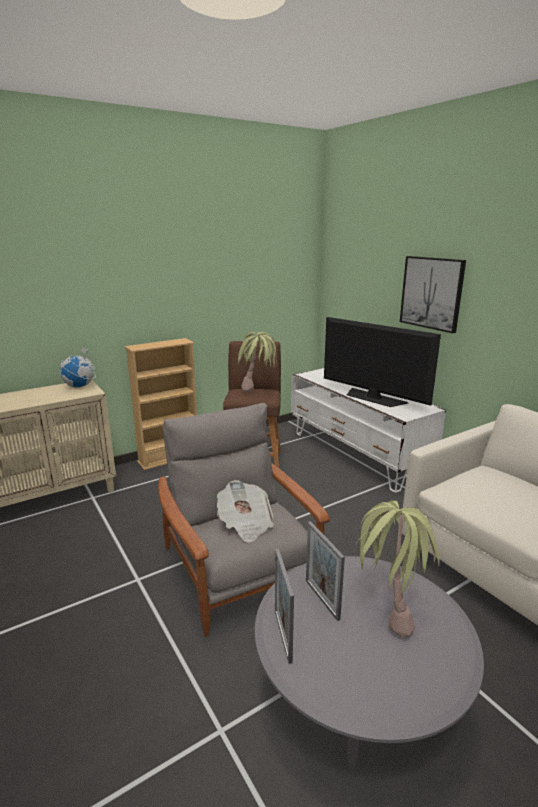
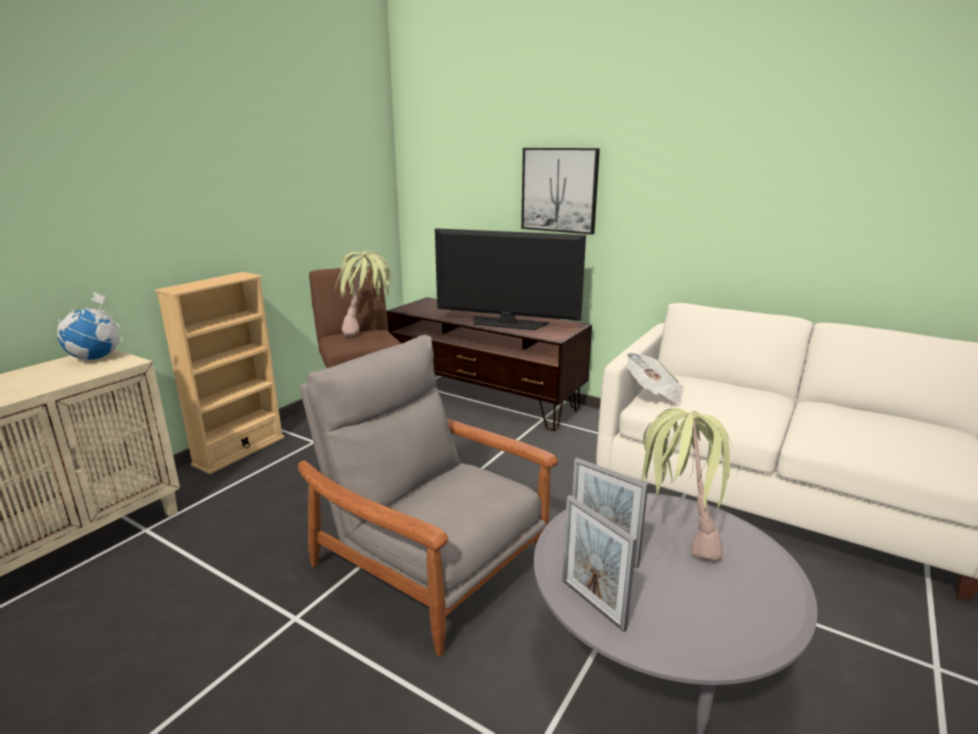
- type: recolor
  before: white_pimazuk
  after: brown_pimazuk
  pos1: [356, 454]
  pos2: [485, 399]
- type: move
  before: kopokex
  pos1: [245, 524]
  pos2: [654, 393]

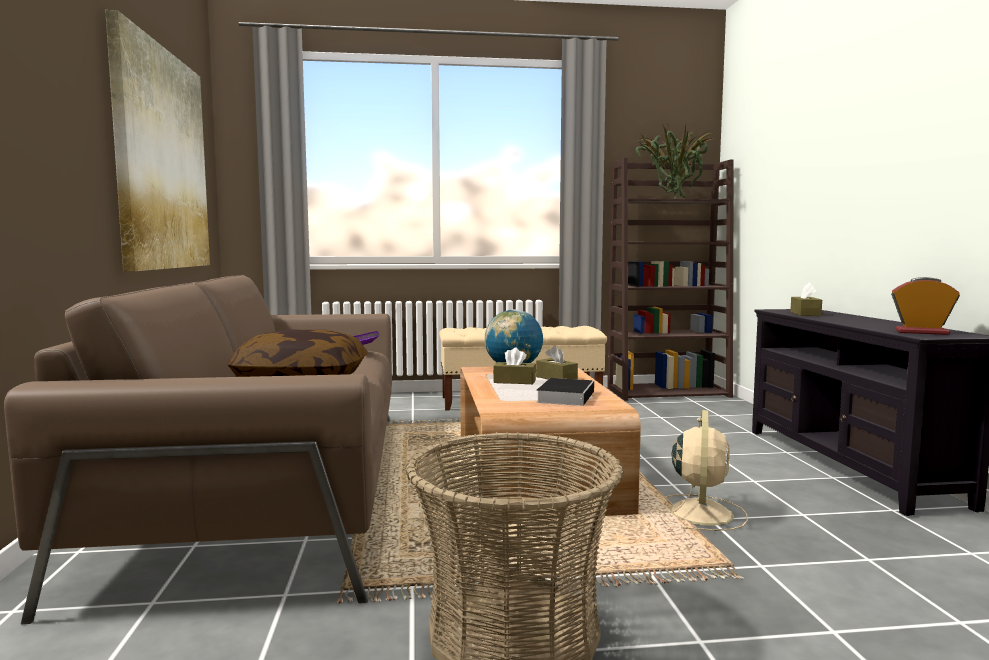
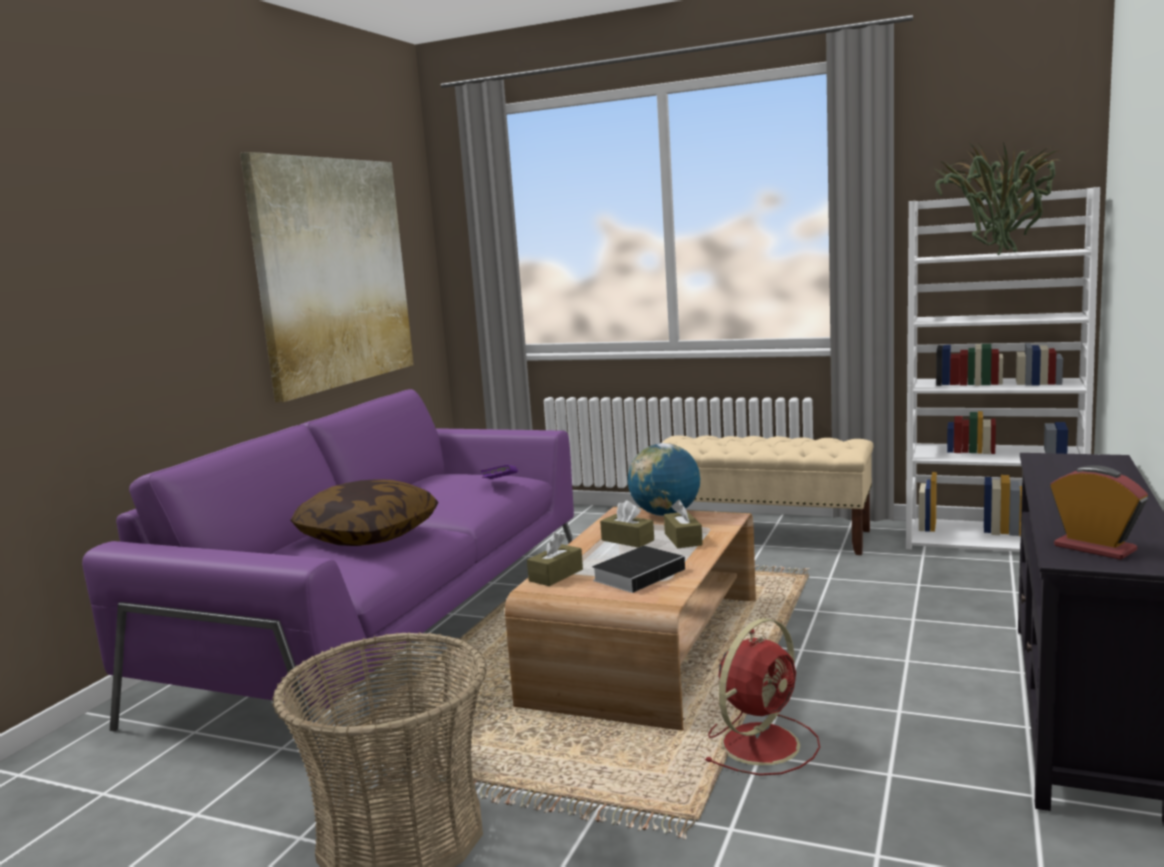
- type: recolor
  before: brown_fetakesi
  after: white_fetakesi
  pos1: [668, 392]
  pos2: [994, 539]
- type: recolor
  before: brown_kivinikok
  after: purple_kivinikok
  pos1: [274, 485]
  pos2: [387, 625]
- type: move
  before: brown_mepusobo
  pos1: [805, 314]
  pos2: [556, 575]
- type: recolor
  before: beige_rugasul
  after: red_rugasul
  pos1: [701, 512]
  pos2: [762, 742]

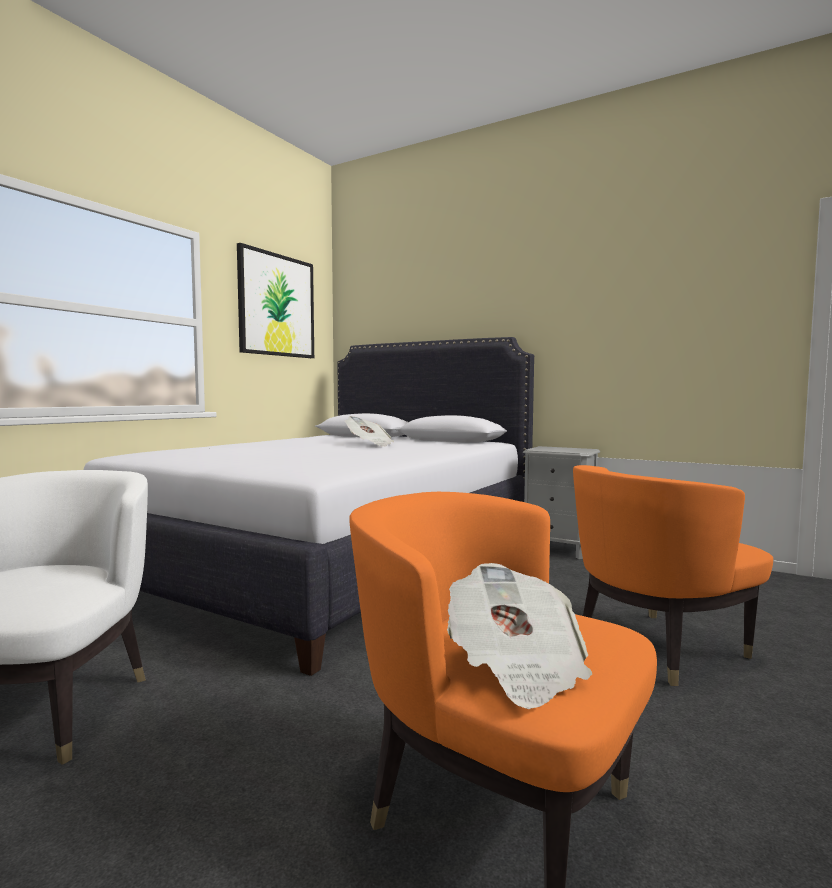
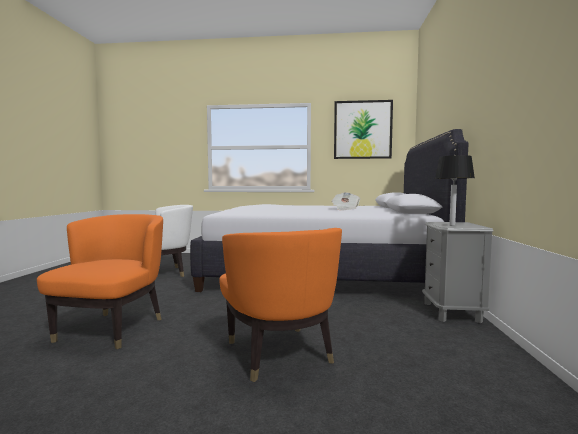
- type: rotate
  before: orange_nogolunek
  pos1: [658, 647]
  pos2: [280, 353]
  turn: -150
- type: delete
  before: kopokex
  pos1: [516, 667]
- type: insert
  after: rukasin
  pos2: [452, 225]

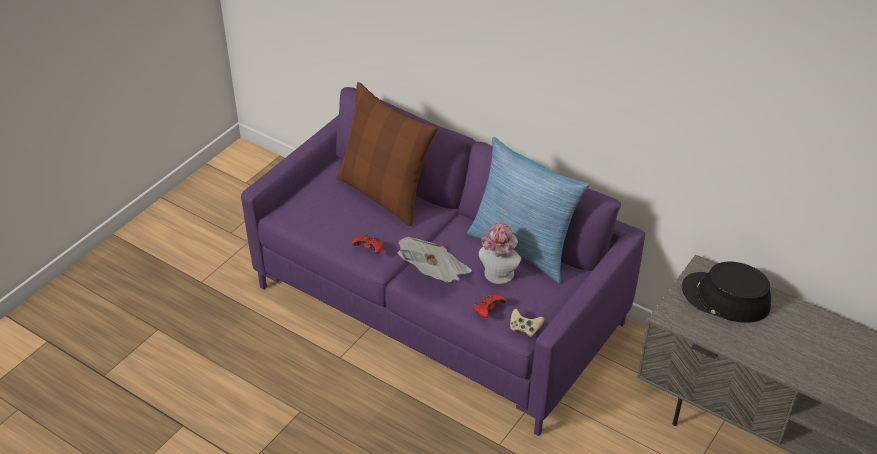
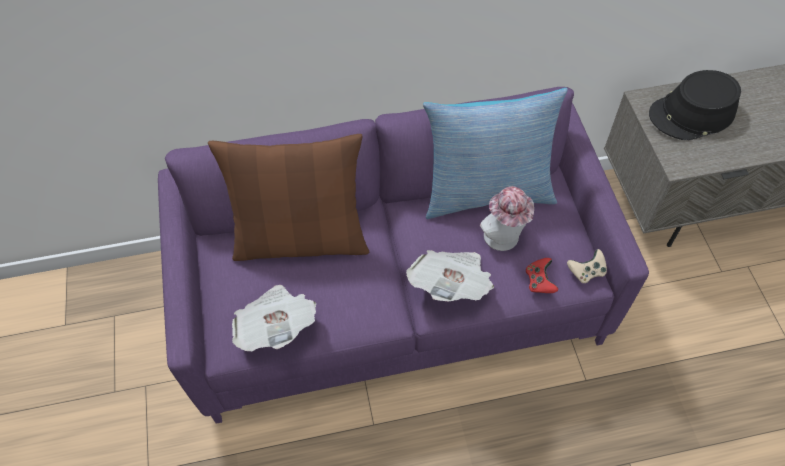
- type: delete
  before: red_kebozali
  pos1: [369, 249]
- type: insert
  after: kopokex
  pos2: [276, 326]

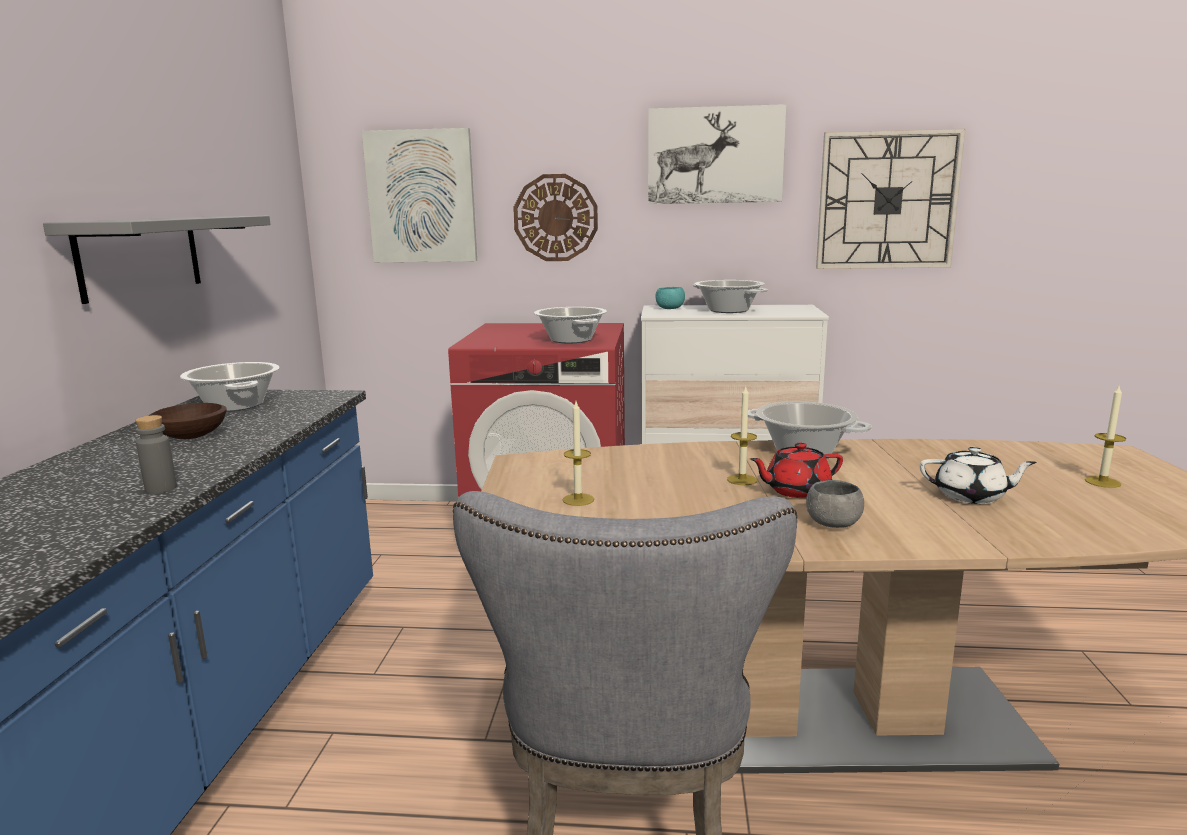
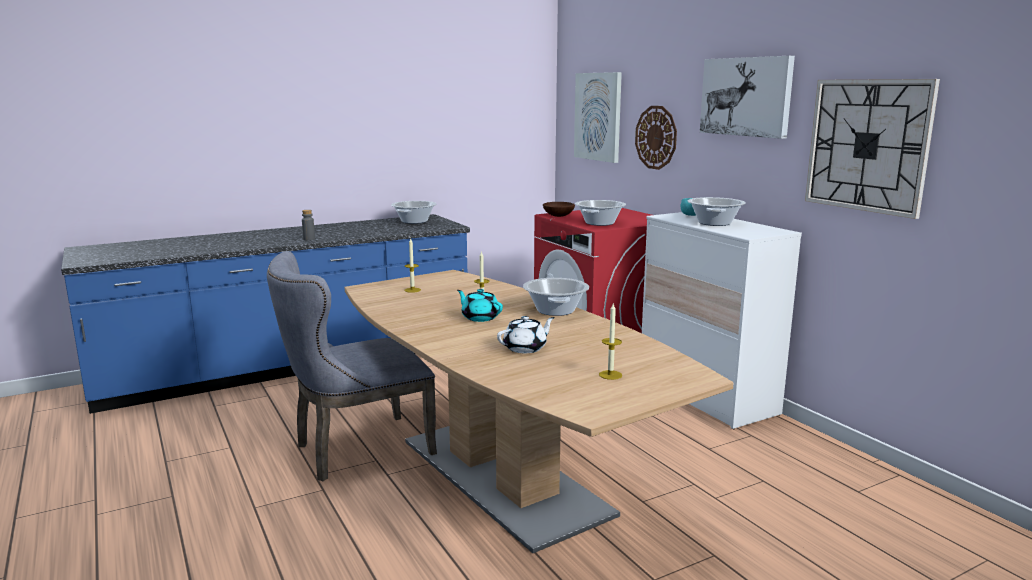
- type: delete
  before: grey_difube
  pos1: [140, 256]
- type: move
  before: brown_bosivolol
  pos1: [190, 436]
  pos2: [558, 215]
- type: recolor
  before: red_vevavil
  after: turquoise_vevavil
  pos1: [796, 491]
  pos2: [480, 317]
- type: rotate
  before: white_vevavil
  pos1: [971, 496]
  pos2: [526, 348]
  turn: -105
- type: delete
  before: grey_bosivolol
  pos1: [833, 524]

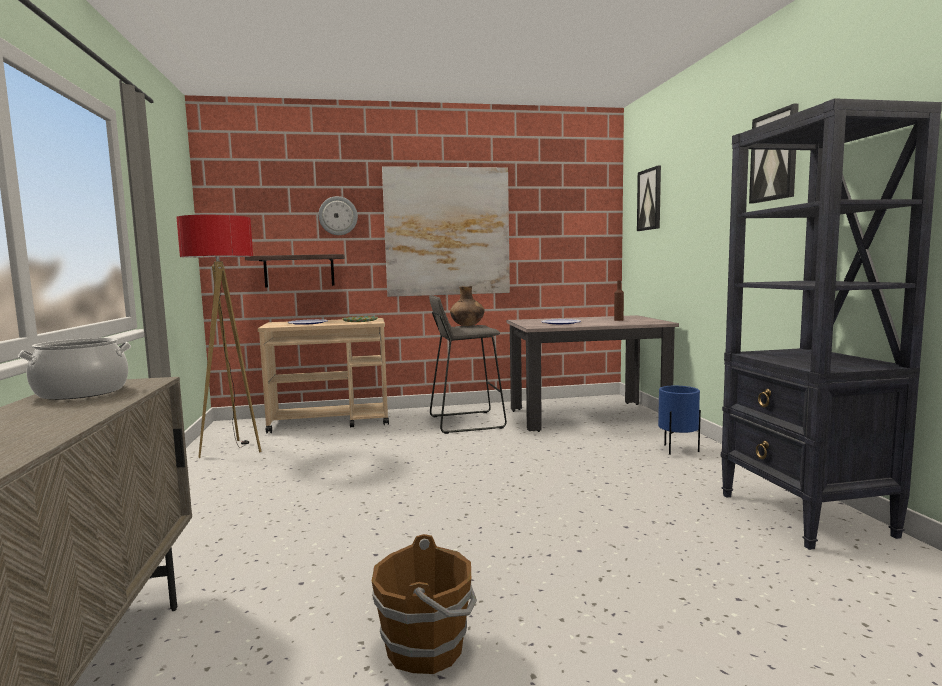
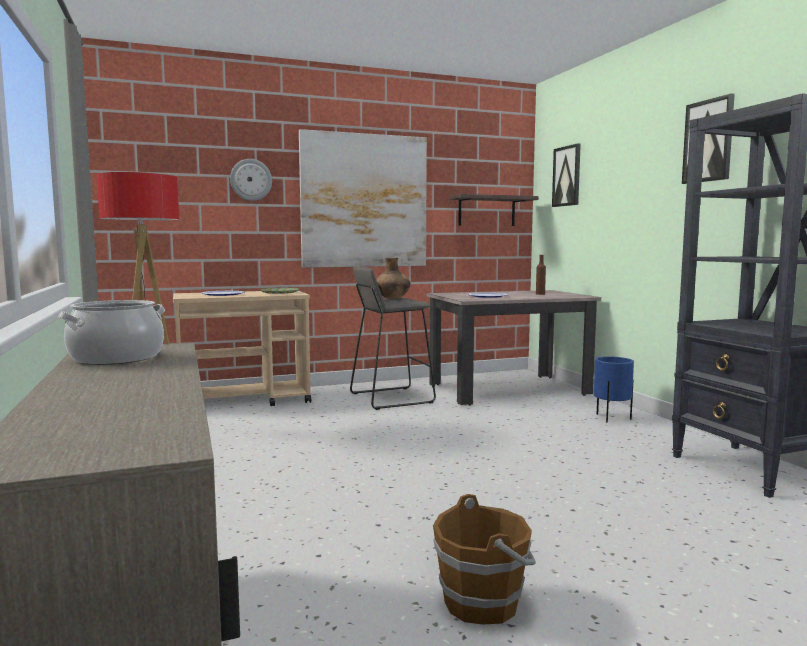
- type: move
  before: difube
  pos1: [299, 271]
  pos2: [486, 211]

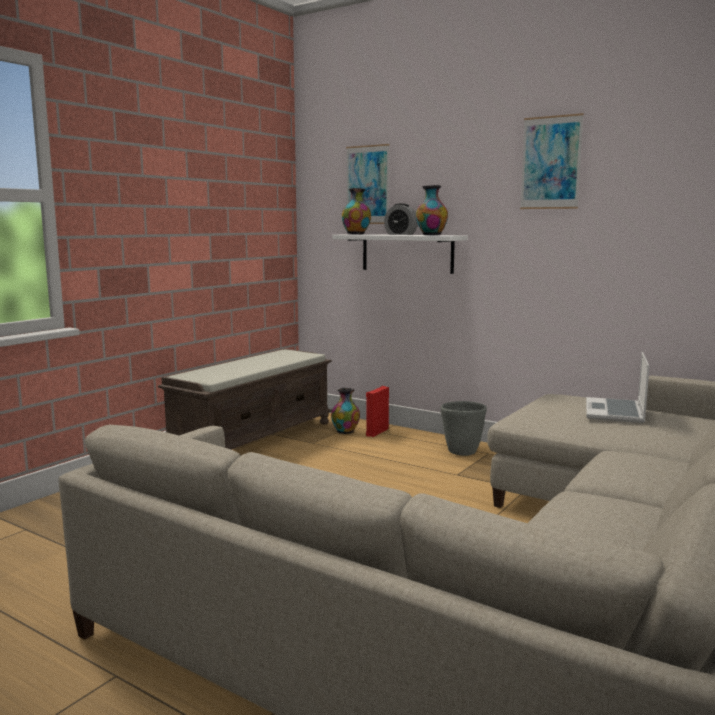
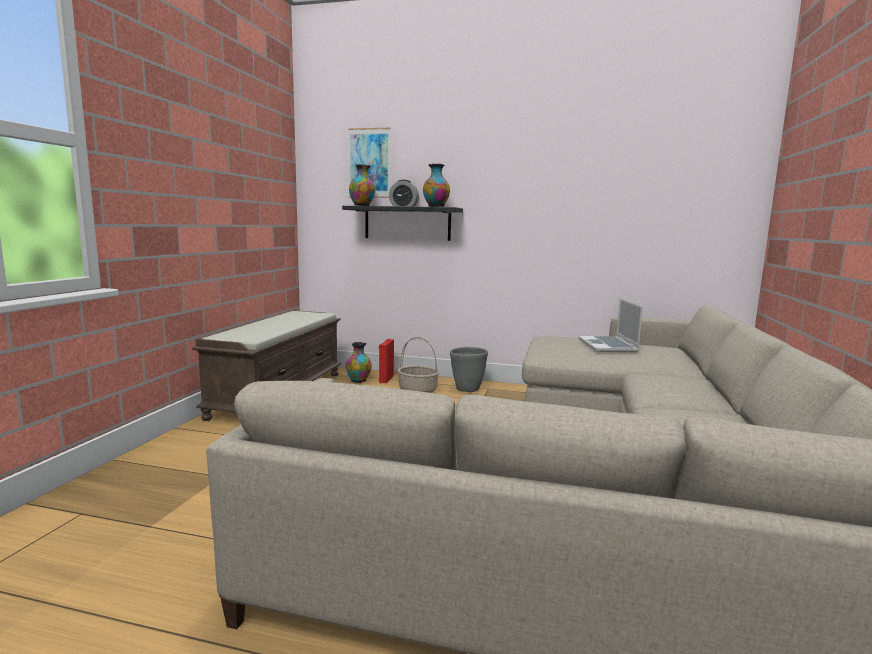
- type: delete
  before: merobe
  pos1: [551, 163]
- type: recolor
  before: white_difube
  after: black_difube
  pos1: [407, 253]
  pos2: [407, 223]
- type: insert
  after: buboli
  pos2: [418, 390]

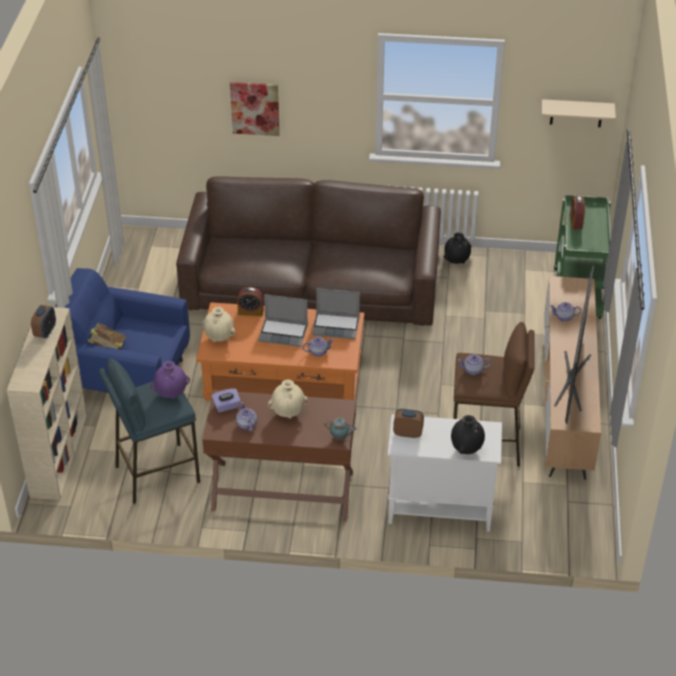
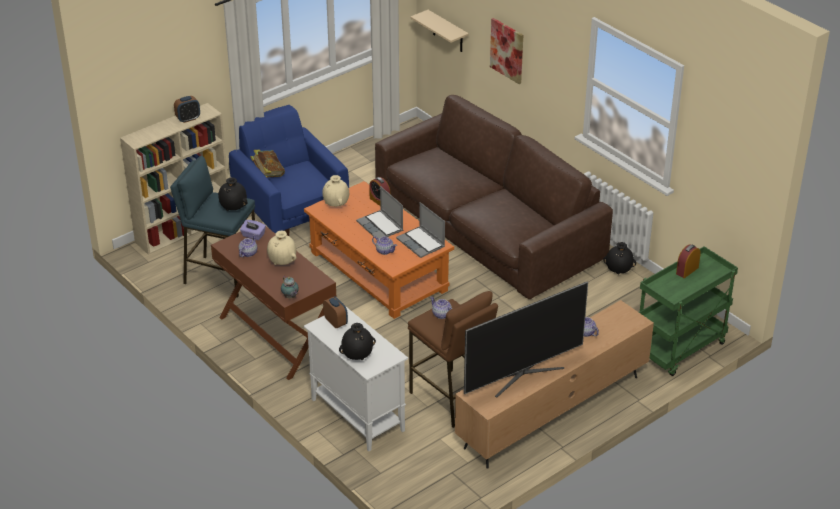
- type: move
  before: beige_difube
  pos1: [576, 113]
  pos2: [448, 32]
- type: recolor
  before: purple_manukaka
  after: black_manukaka
  pos1: [171, 394]
  pos2: [234, 209]

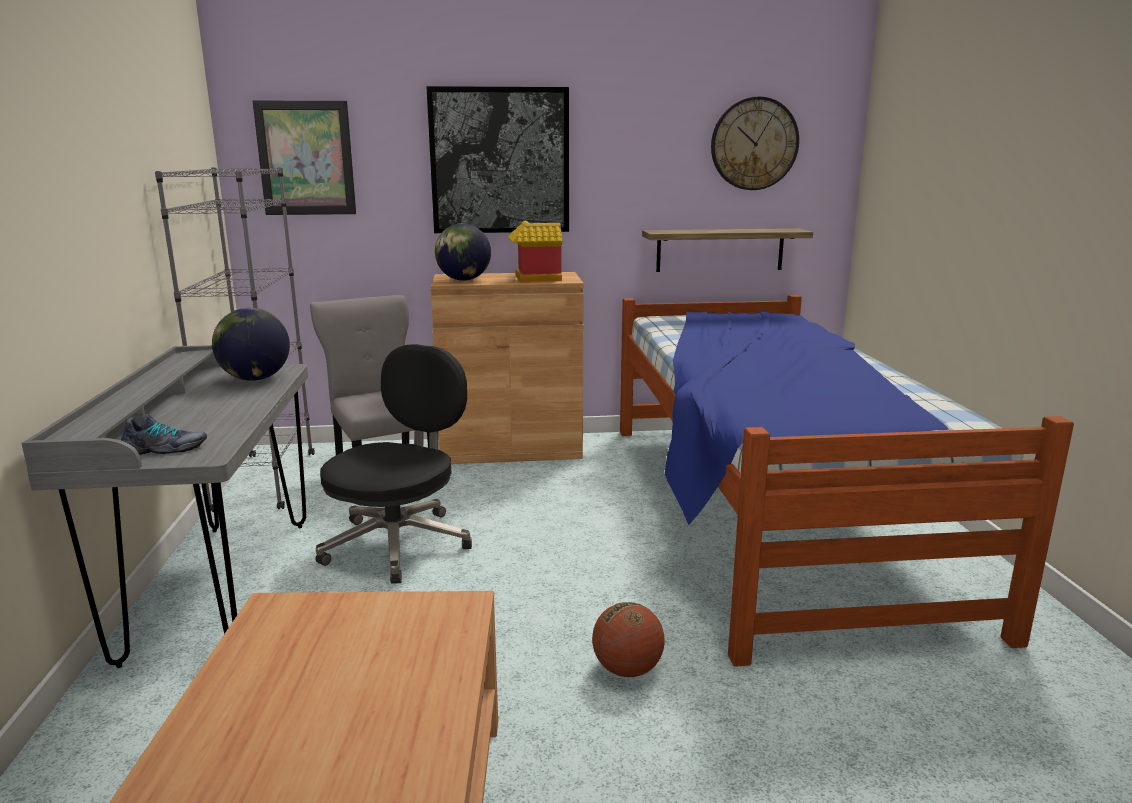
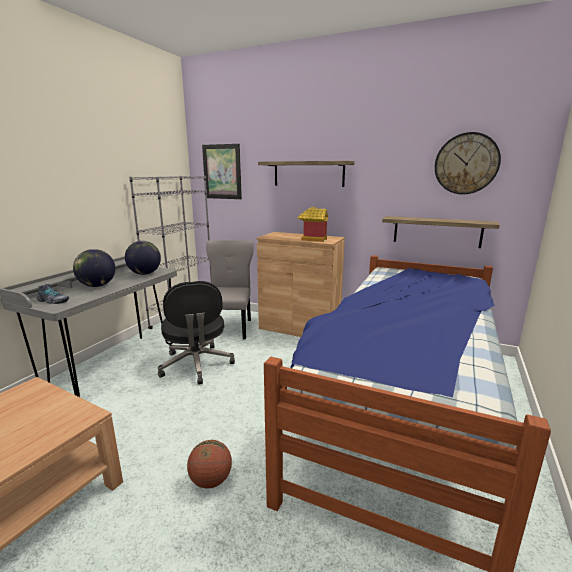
- type: replace
  before: merobe
  after: difube
  pos1: [500, 161]
  pos2: [308, 174]
- type: move
  before: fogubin
  pos1: [464, 280]
  pos2: [97, 286]
- type: rotate
  before: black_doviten
  pos1: [399, 543]
  pos2: [196, 365]
  turn: 105

